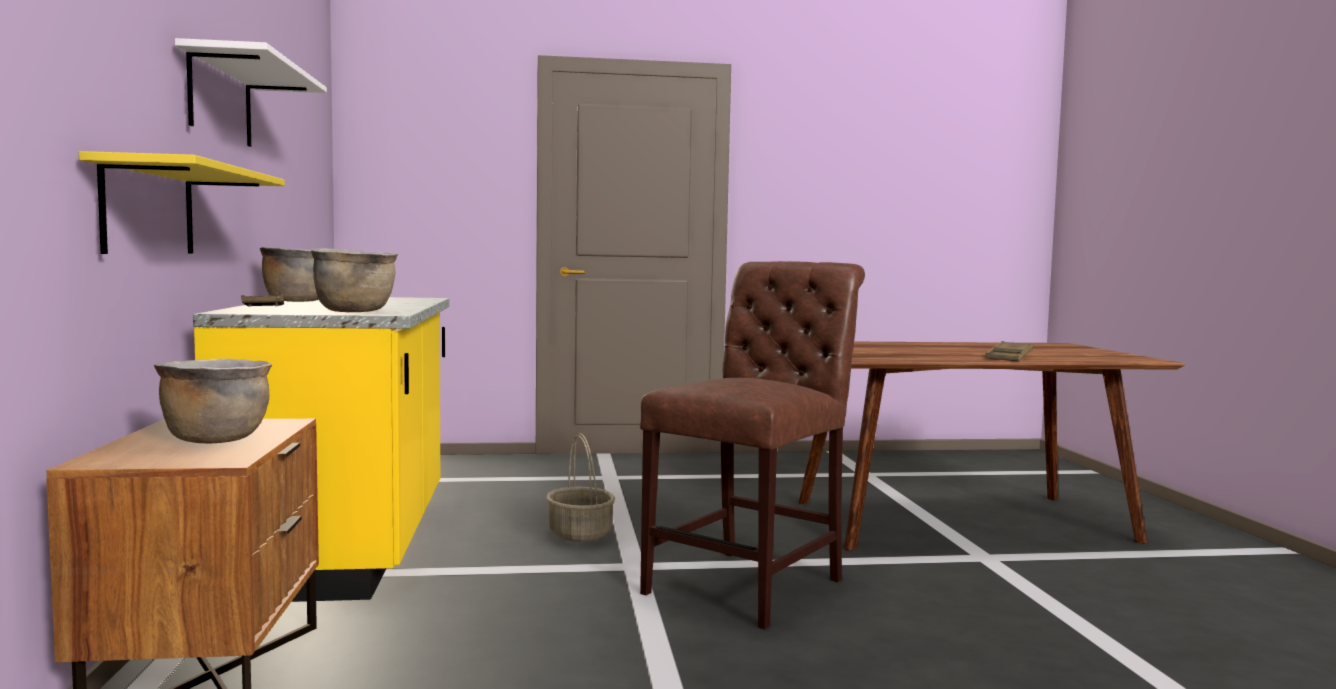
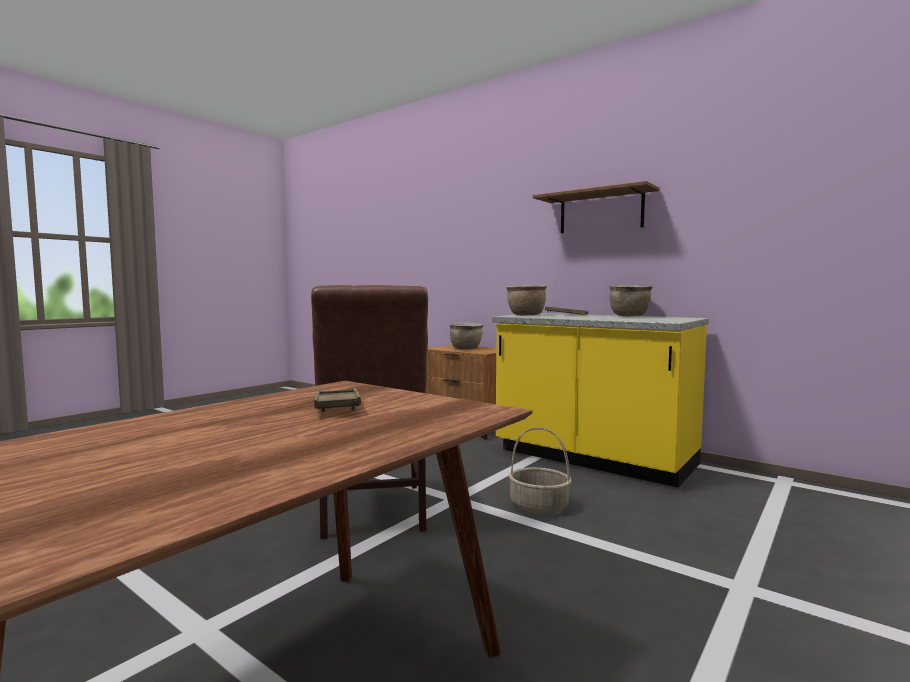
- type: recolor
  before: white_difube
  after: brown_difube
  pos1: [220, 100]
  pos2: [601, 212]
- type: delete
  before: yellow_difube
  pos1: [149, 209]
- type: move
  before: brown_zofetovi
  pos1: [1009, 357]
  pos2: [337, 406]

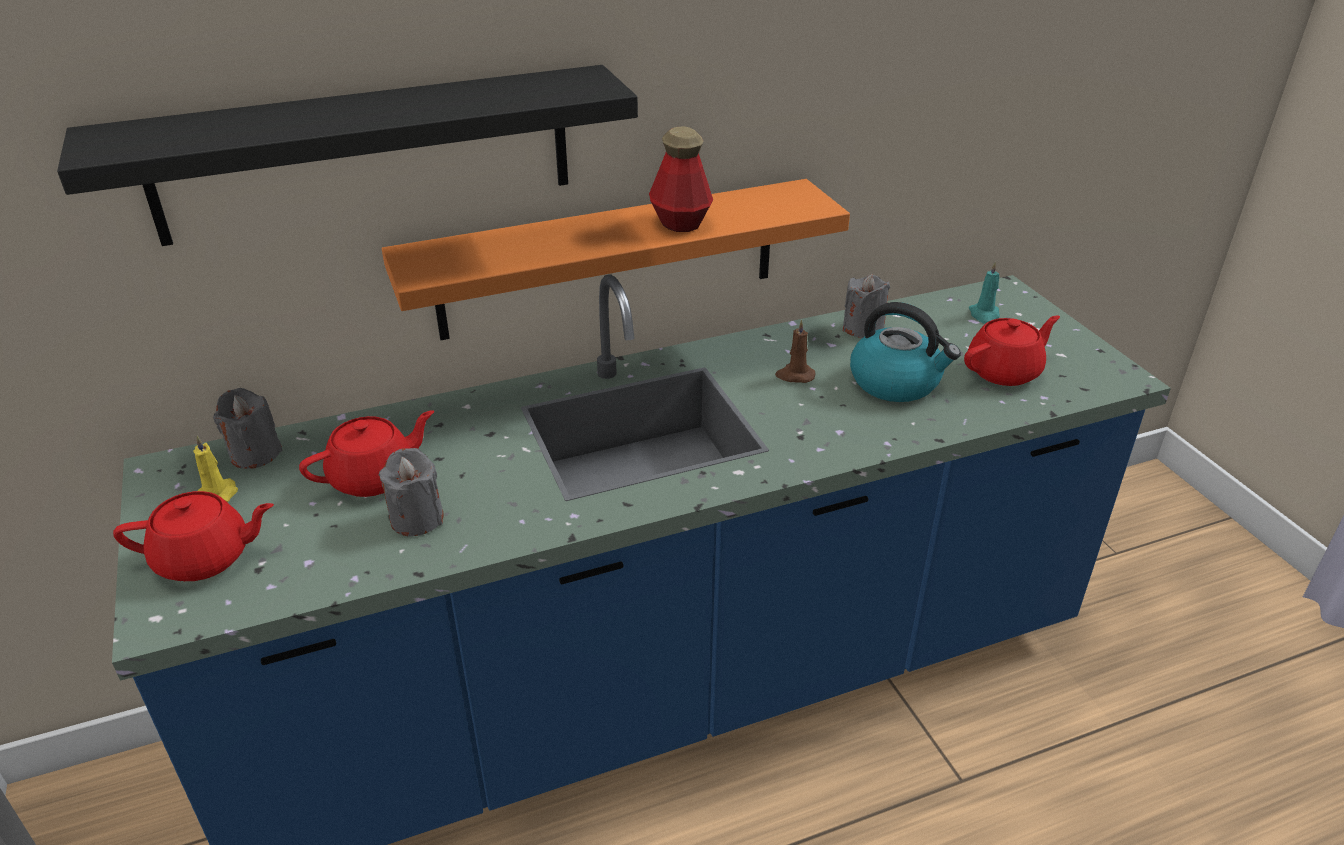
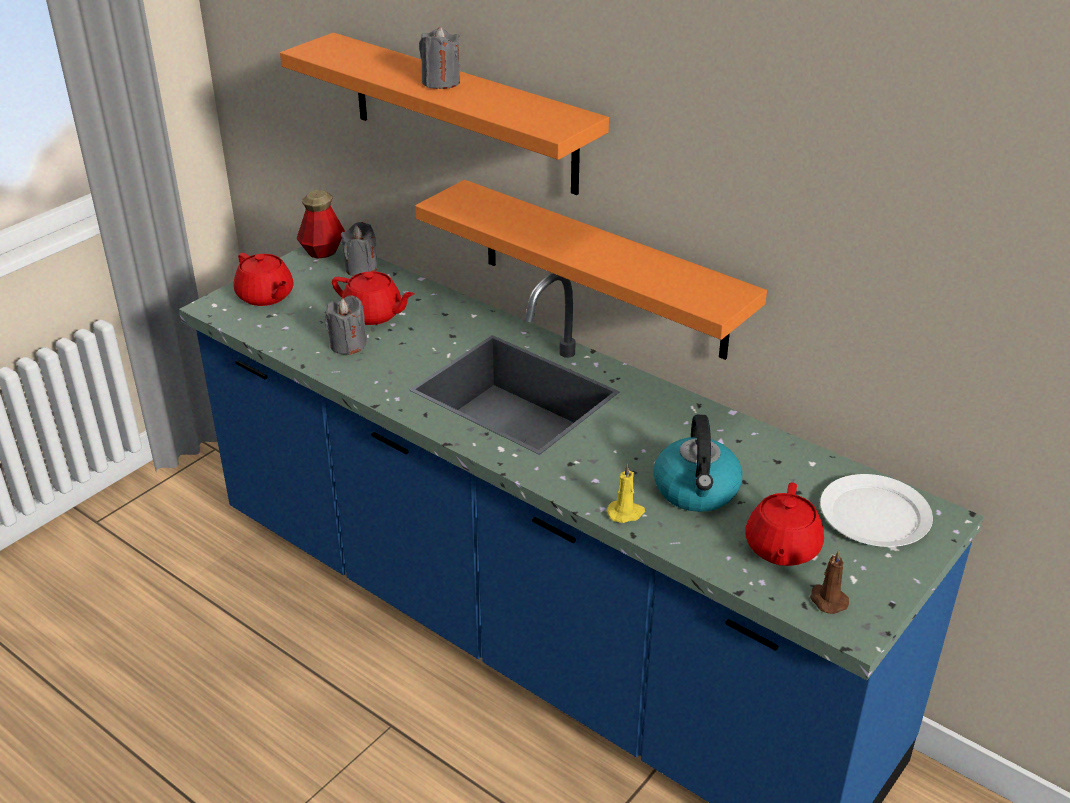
- type: recolor
  before: black_difube
  after: orange_difube
  pos1: [365, 154]
  pos2: [462, 113]
- type: move
  before: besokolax
  pos1: [680, 222]
  pos2: [322, 251]
- type: replace
  before: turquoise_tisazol
  after: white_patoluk
  pos1: [984, 315]
  pos2: [873, 514]
- type: move
  before: grey_tisazol
  pos1: [863, 328]
  pos2: [441, 82]
- type: rotate
  before: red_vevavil
  pos1: [1005, 371]
  pos2: [781, 549]
  turn: 75
- type: move
  before: brown_tisazol
  pos1: [794, 375]
  pos2: [827, 600]
- type: move
  before: yellow_tisazol
  pos1: [218, 494]
  pos2: [626, 513]

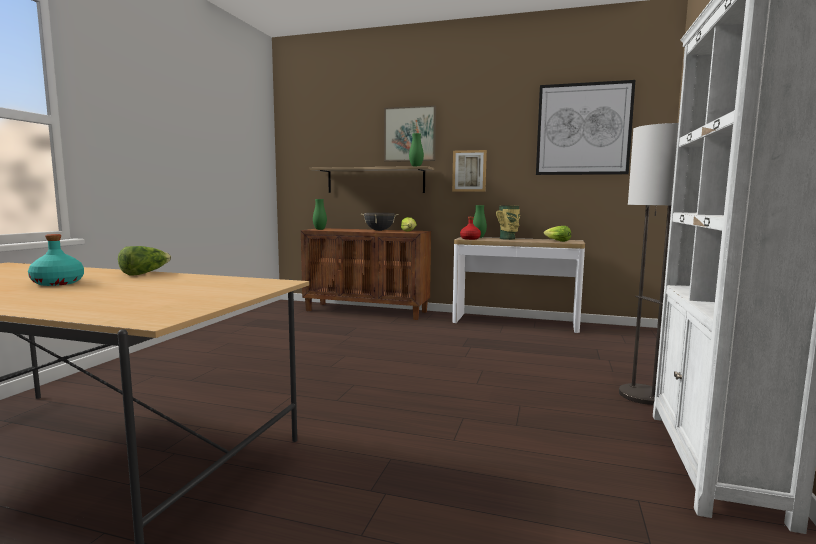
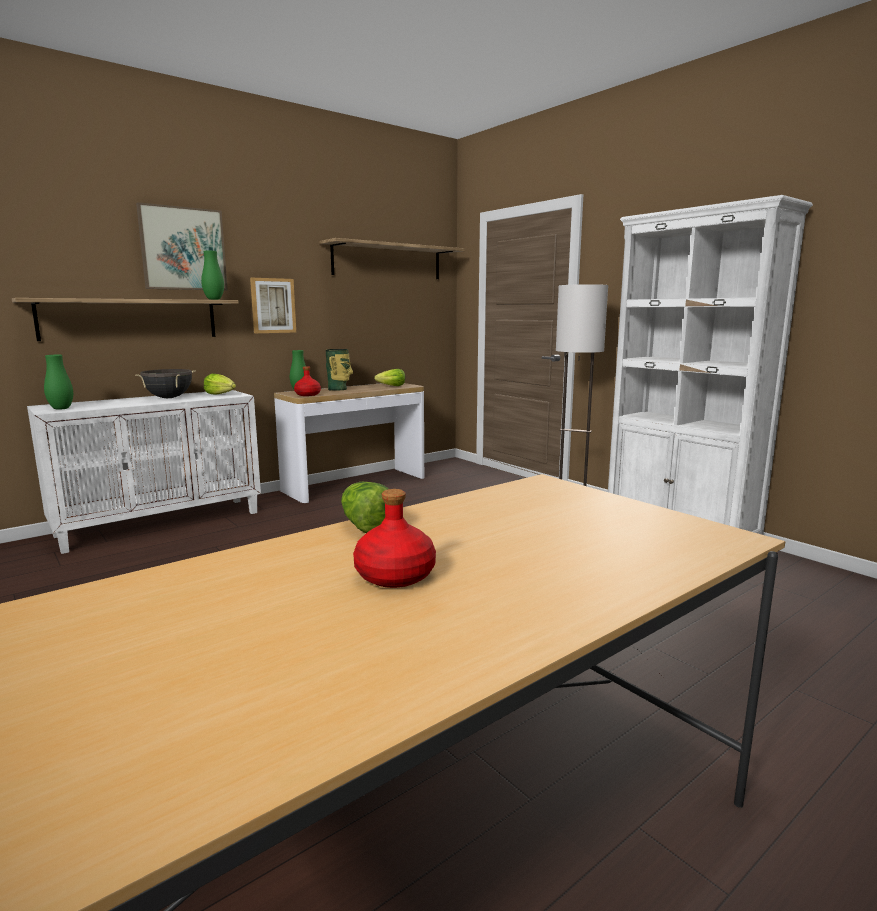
- type: replace
  before: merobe
  after: difube
  pos1: [583, 129]
  pos2: [387, 261]
- type: recolor
  before: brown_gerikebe
  after: white_gerikebe
  pos1: [367, 311]
  pos2: [161, 523]
- type: recolor
  before: turquoise_besokolax
  after: red_besokolax
  pos1: [57, 283]
  pos2: [395, 576]

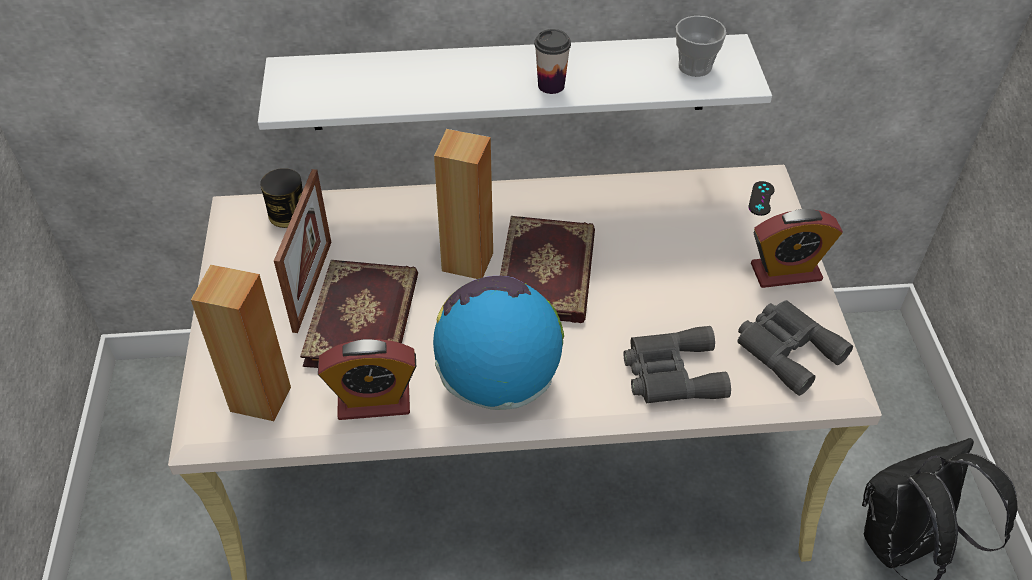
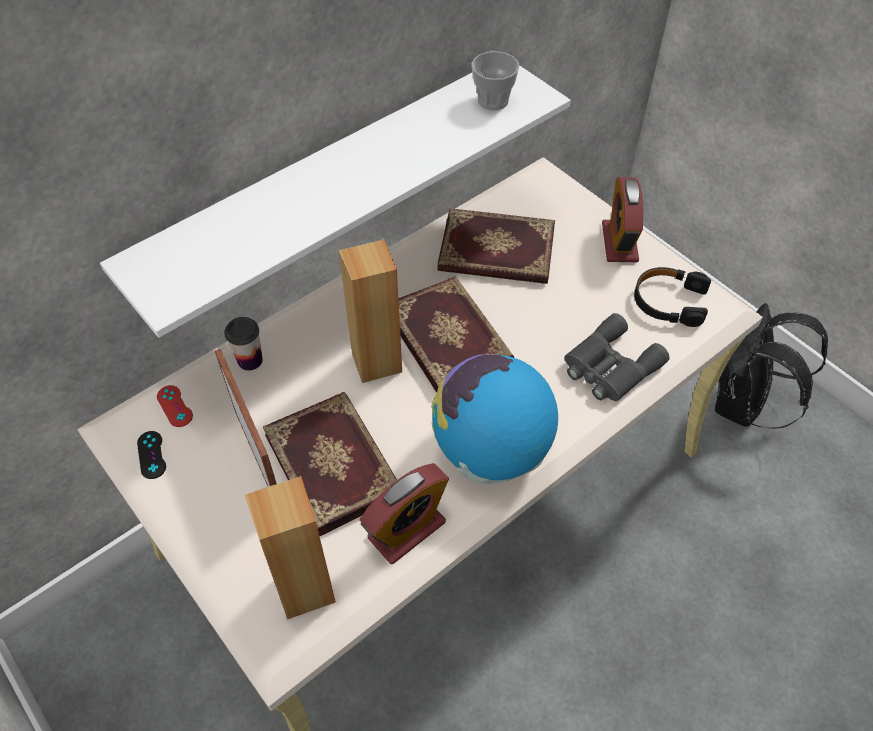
- type: move
  before: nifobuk
  pos1: [551, 85]
  pos2: [250, 360]
- type: replace
  before: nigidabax
  after: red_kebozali
  pos1: [288, 214]
  pos2: [175, 406]
- type: move
  before: black_kebozali
  pos1: [761, 198]
  pos2: [151, 455]
- type: rotate
  before: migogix
  pos1: [785, 272]
  pos2: [619, 242]
  turn: 135
- type: replace
  before: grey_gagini
  after: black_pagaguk
  pos1: [786, 348]
  pos2: [668, 302]
- type: insert
  after: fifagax
  pos2: [496, 252]

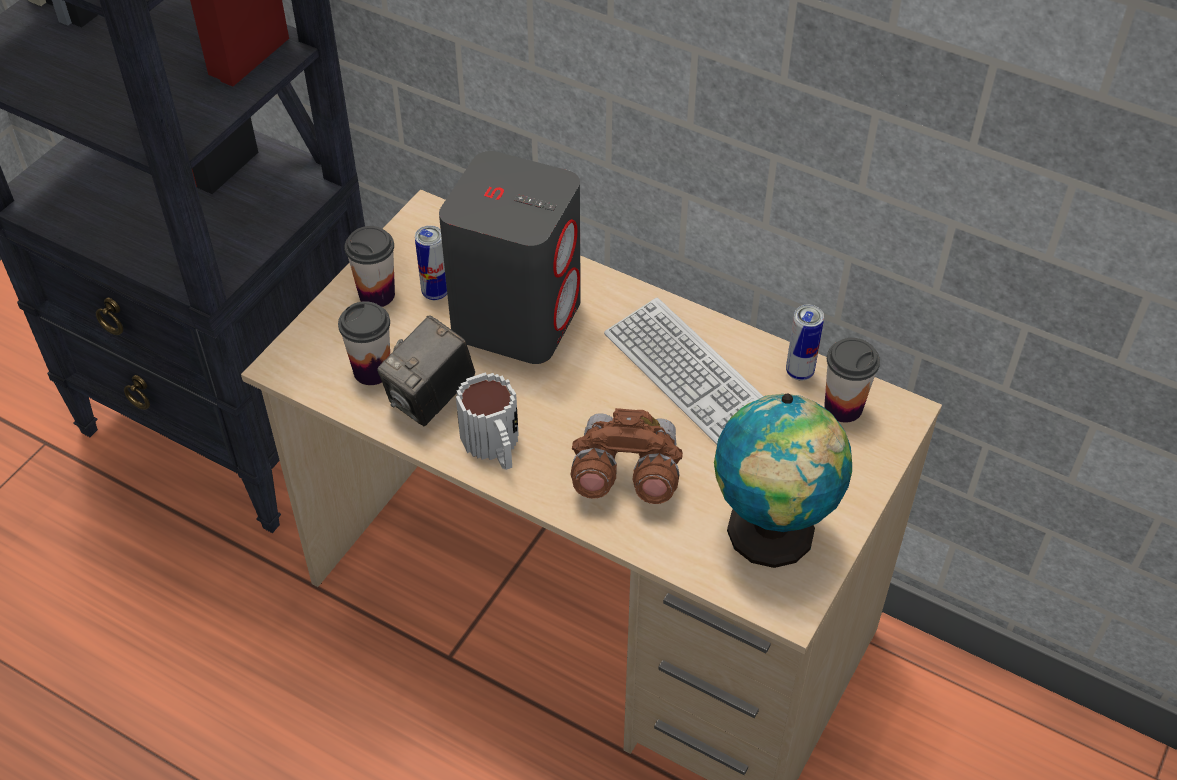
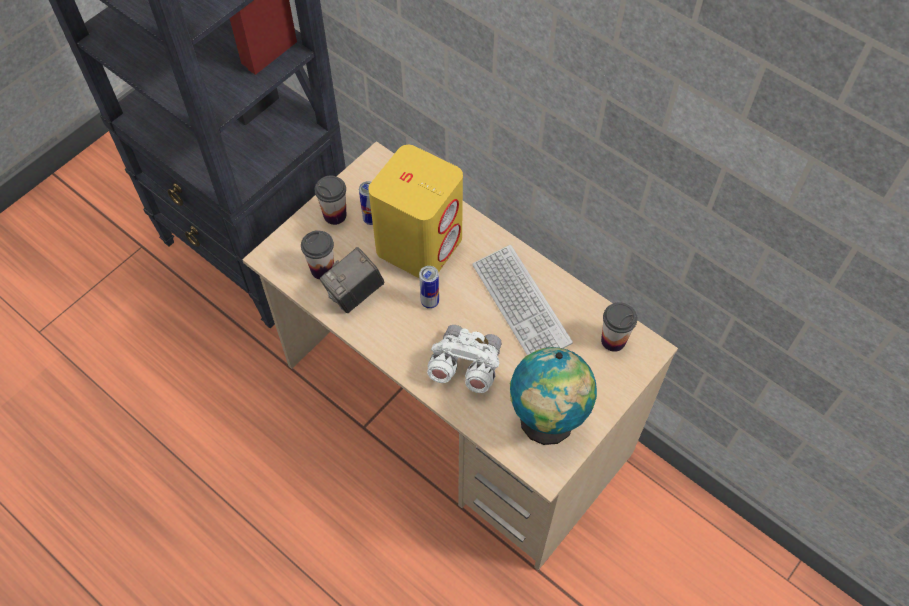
- type: recolor
  before: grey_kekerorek
  after: yellow_kekerorek
  pos1: [517, 317]
  pos2: [420, 244]
- type: move
  before: nigidabax
  pos1: [799, 372]
  pos2: [430, 302]
- type: delete
  before: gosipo
  pos1: [494, 446]
- type: recolor
  before: brown_gagini
  after: white_gagini
  pos1: [625, 475]
  pos2: [464, 366]

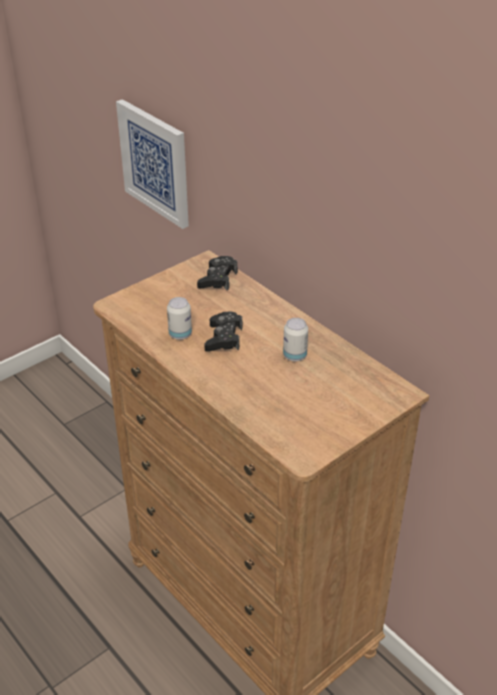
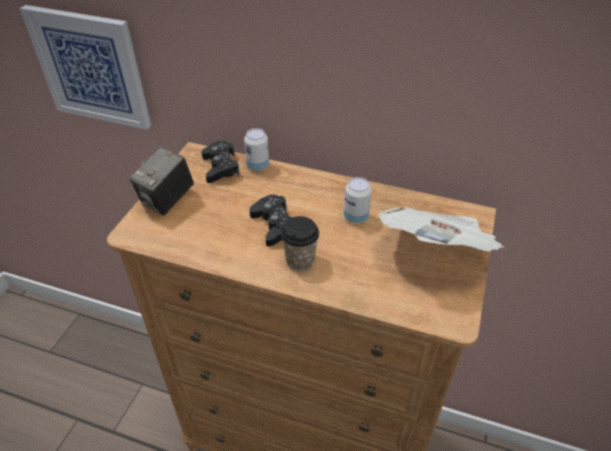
- type: move
  before: nigidabax
  pos1: [180, 334]
  pos2: [258, 166]
- type: insert
  after: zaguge
  pos2: [167, 200]
- type: insert
  after: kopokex
  pos2: [437, 249]
- type: insert
  after: nifobuk
  pos2: [300, 260]

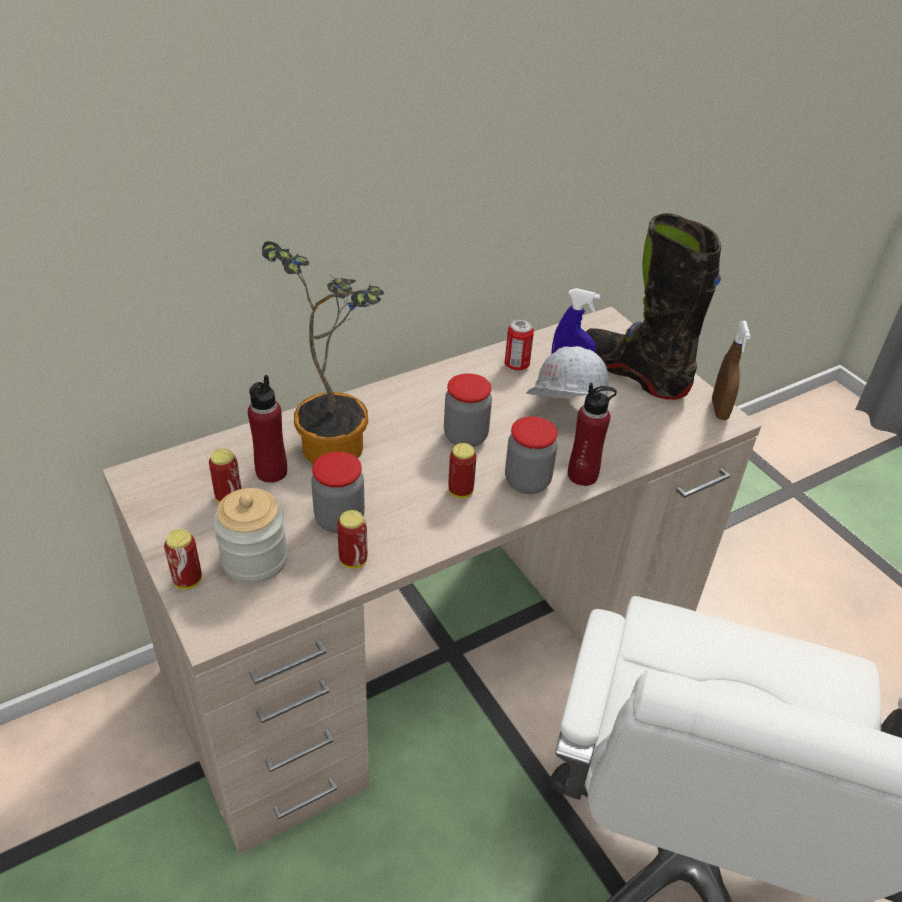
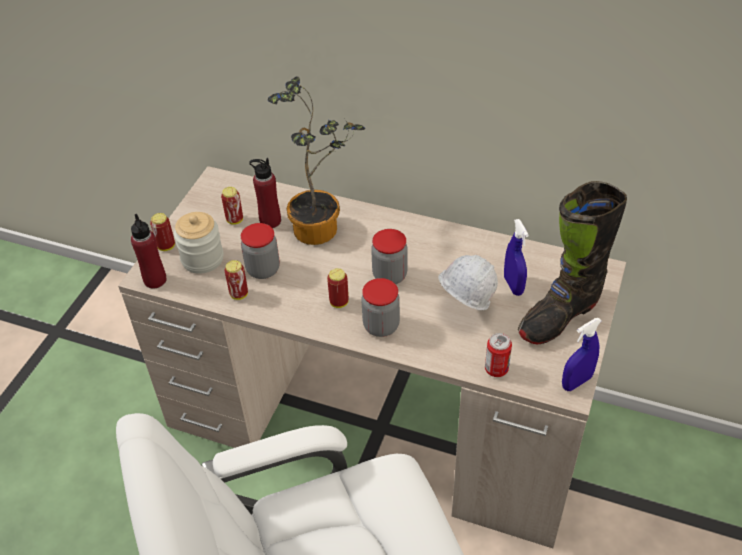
- type: rotate
  before: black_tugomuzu
  pos1: [634, 372]
  pos2: [560, 315]
  turn: -135
- type: move
  before: nigidabax
  pos1: [517, 365]
  pos2: [496, 369]
- type: recolor
  before: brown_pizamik
  after: blue_pizamik
  pos1: [719, 409]
  pos2: [576, 382]
- type: move
  before: red_besokolax
  pos1: [582, 475]
  pos2: [155, 280]

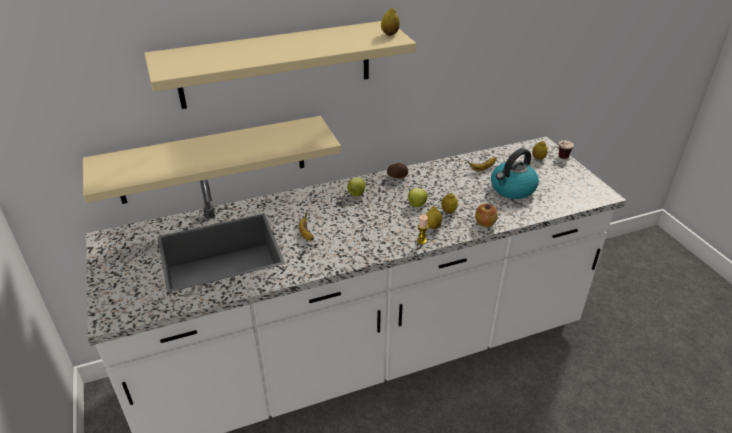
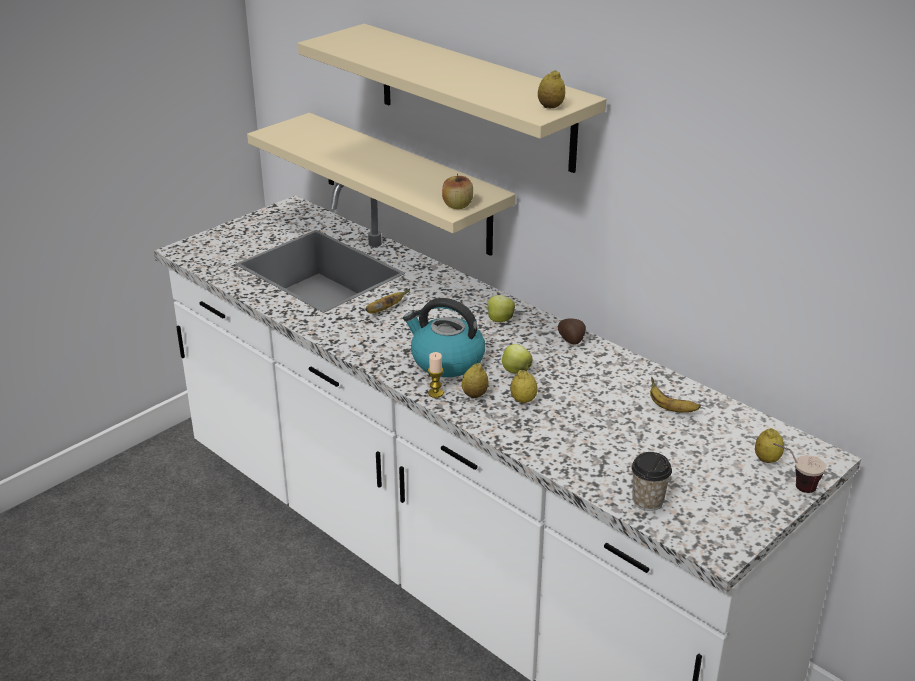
- type: move
  before: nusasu
  pos1: [512, 189]
  pos2: [446, 361]
- type: move
  before: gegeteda
  pos1: [485, 223]
  pos2: [457, 205]
- type: insert
  after: nifobuk
  pos2: [647, 501]

